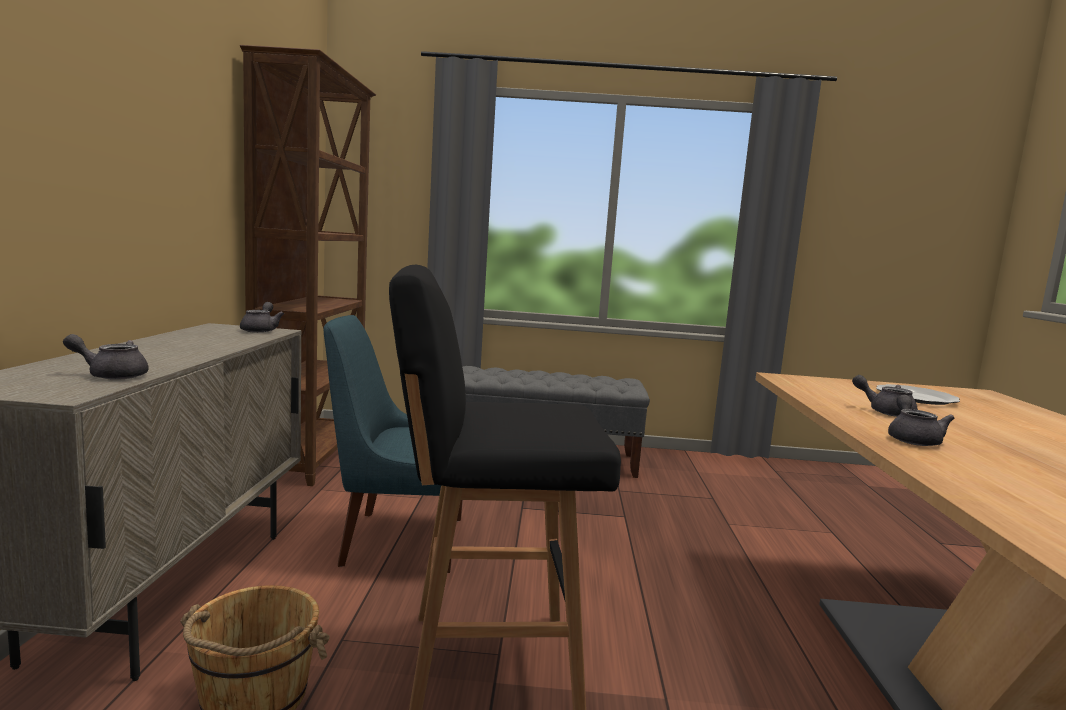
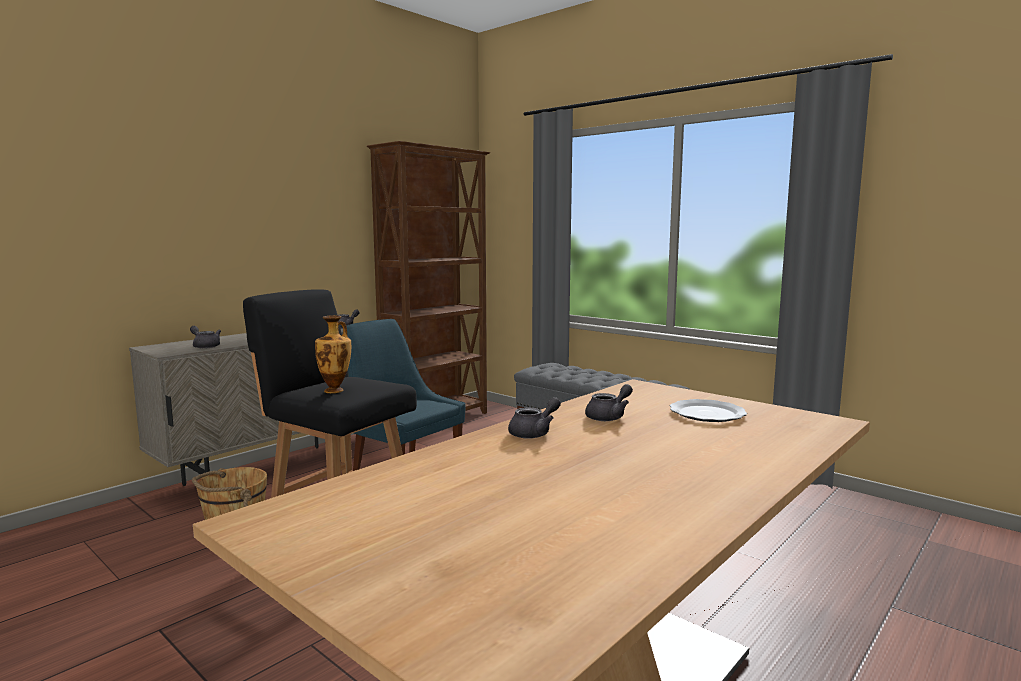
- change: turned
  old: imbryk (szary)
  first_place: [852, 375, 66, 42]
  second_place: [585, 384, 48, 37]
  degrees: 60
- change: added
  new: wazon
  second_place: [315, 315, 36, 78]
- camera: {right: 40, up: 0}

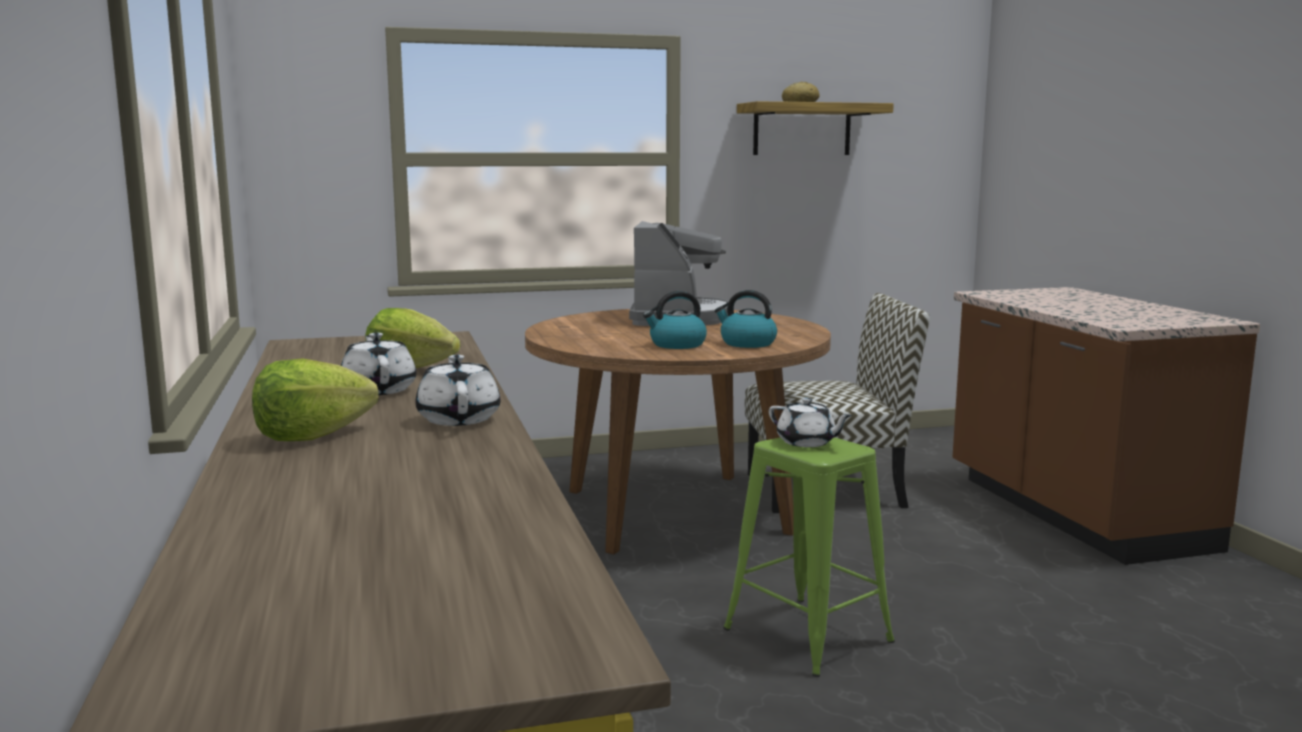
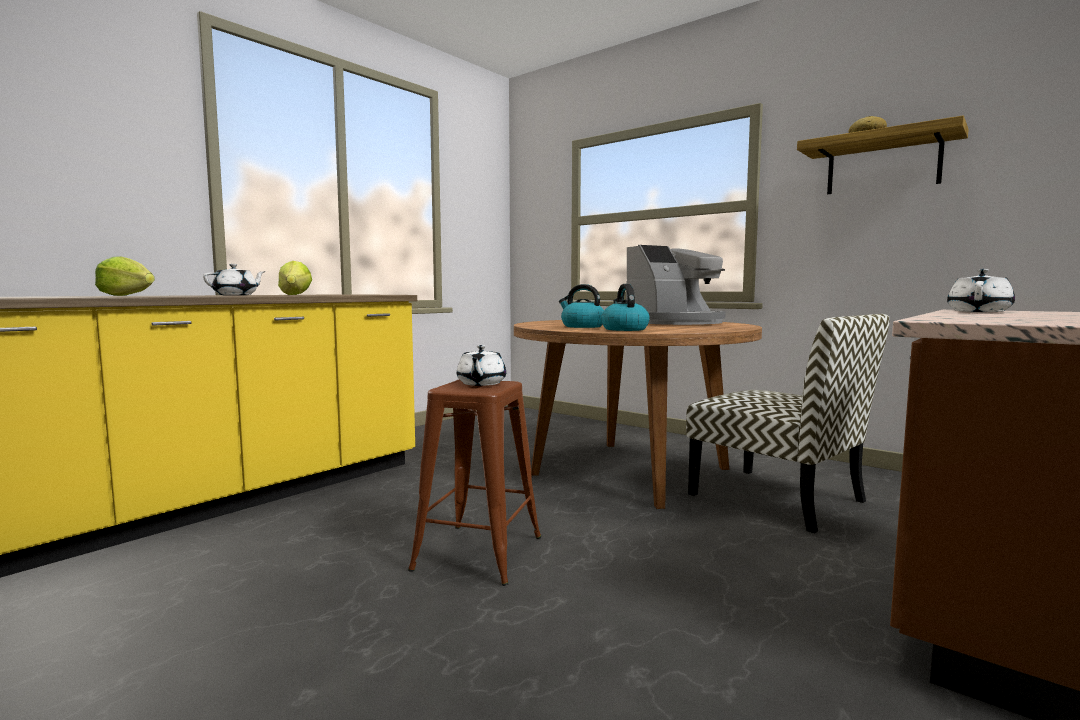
- change: moved
  old: imbryk (biały)
  first_place: [416, 355, 85, 71]
  second_place: [947, 269, 68, 43]
- change: recoloured
  old: stołek (zielony)
  new: stołek (brązowy)
  first_place: [723, 437, 172, 240]
  second_place: [408, 379, 133, 207]
- camera: {right: 55, up: -5}

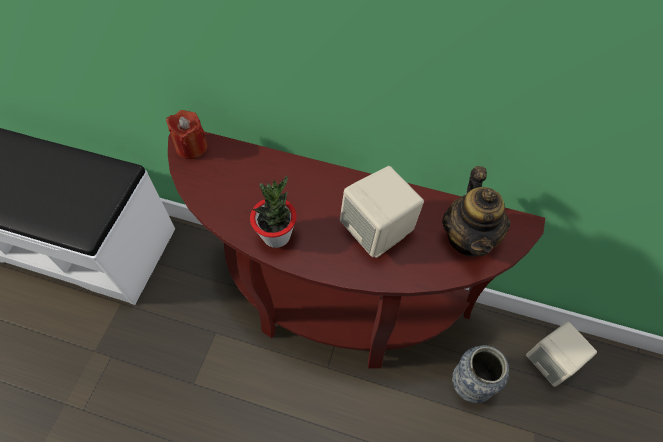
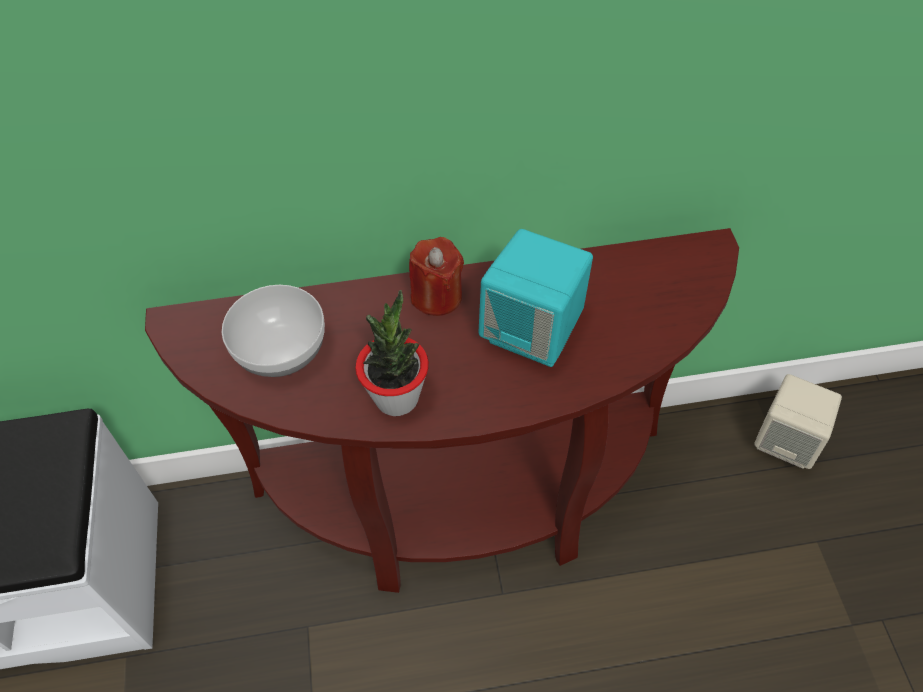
- change: moved
  old: świeca (czerwony)
  first_place: [166, 110, 41, 49]
  second_place: [409, 237, 55, 79]
- change: recoloured
  old: głośnik (beżowy)
  new: głośnik (turkusowy)
  first_place: [340, 166, 84, 92]
  second_place: [478, 229, 115, 138]
- change: removed
  old: imbryk
  first_place: [442, 166, 68, 91]
- change: removed
  old: wazon
  first_place: [452, 345, 57, 58]
- change: added
  new: miska
  second_place: [222, 285, 103, 92]
- camera: {right: -25, up: -5}

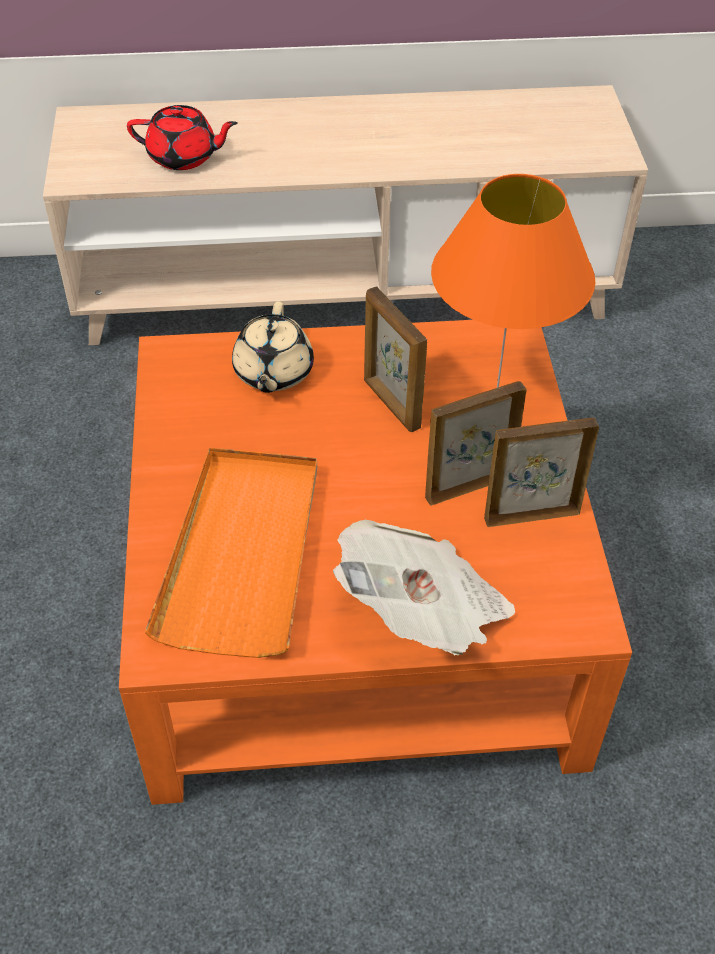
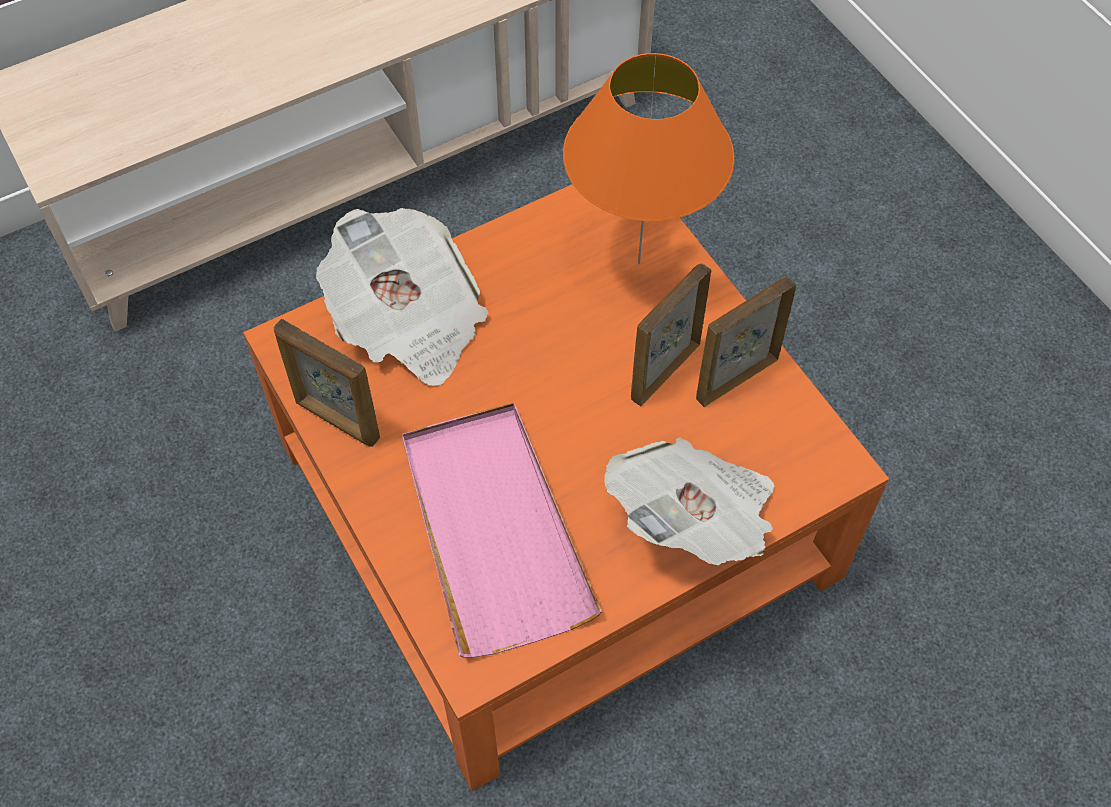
- change: removed
  old: imbryk (czerwony)
  first_place: [127, 105, 110, 65]
- change: moved
  old: ramka na zdjęcie
  first_place: [364, 286, 63, 146]
  second_place: [274, 319, 106, 128]
- change: replaced
  old: imbryk (beżowy)
  new: gazeta
  first_place: [232, 301, 82, 92]
  second_place: [316, 208, 172, 178]
- change: recoloured
  old: taca (pomarańczowy)
  new: taca (różowy)
  first_place: [145, 448, 172, 210]
  second_place: [402, 403, 200, 255]
- camera: {right: -25, up: 10}

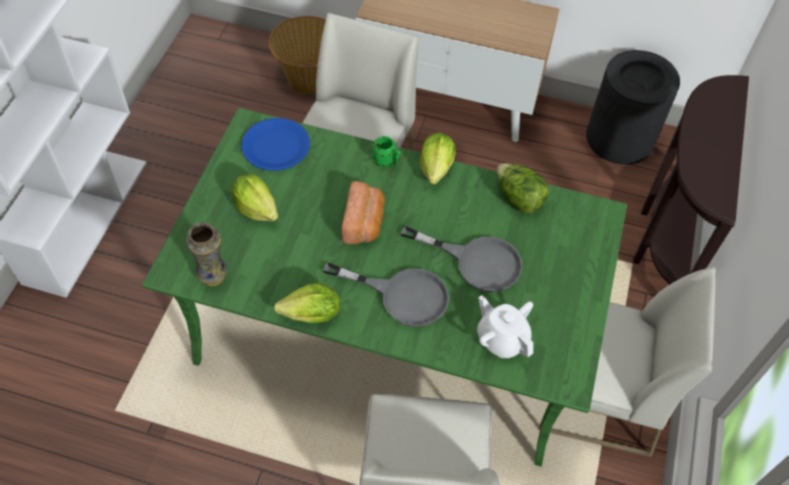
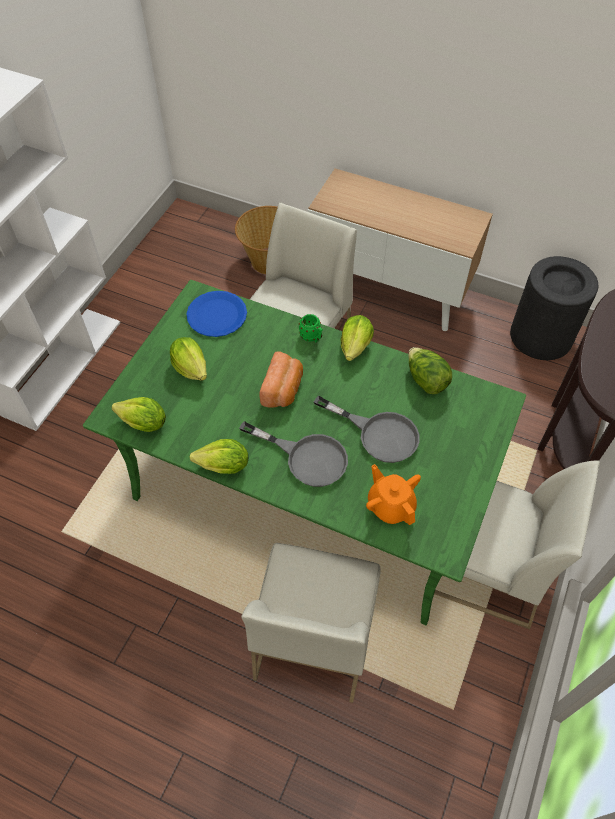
- change: replaced
  old: wazon
  new: sałata
  first_place: [186, 223, 41, 63]
  second_place: [112, 397, 54, 35]
- change: recoloured
  old: imbryk (biały)
  new: imbryk (pomarańczowy)
  first_place: [477, 295, 56, 63]
  second_place: [366, 464, 55, 61]
- camera: {right: 10, up: 0}

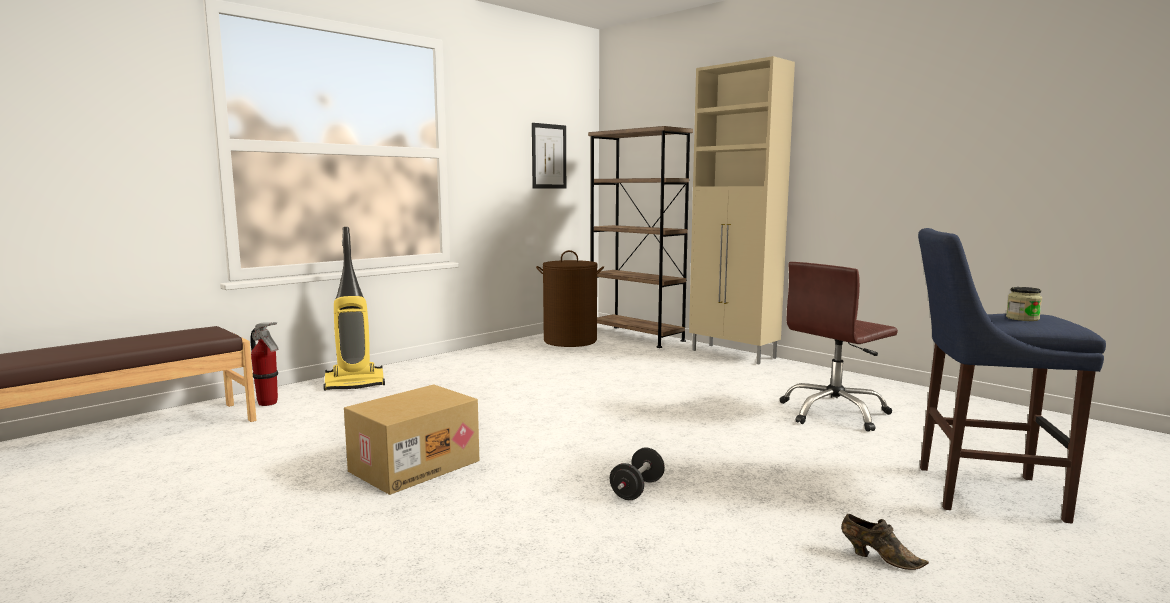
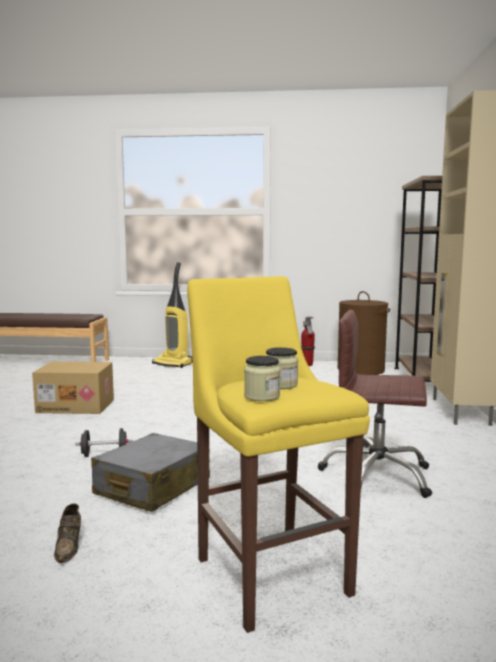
- change: removed
  old: obraz
  first_place: [532, 123, 34, 66]
- change: recoloured
  old: stołek (niebieski)
  new: stołek (żółty)
  first_place: [918, 228, 188, 296]
  second_place: [187, 276, 183, 357]
- change: moved
  old: gaśnica
  first_place: [251, 322, 27, 84]
  second_place: [301, 317, 14, 49]
- change: added
  new: słoik
  second_place: [244, 356, 36, 45]
- change: added
  new: walizka (szary)
  second_place: [91, 433, 119, 79]
- camera: {right: 50, up: 0}

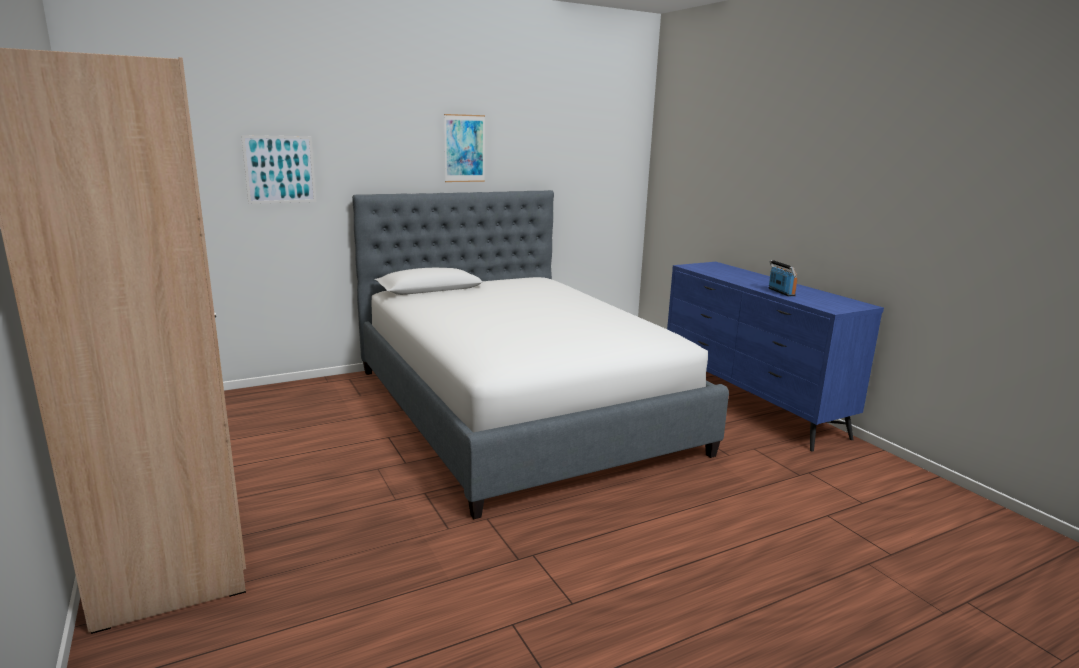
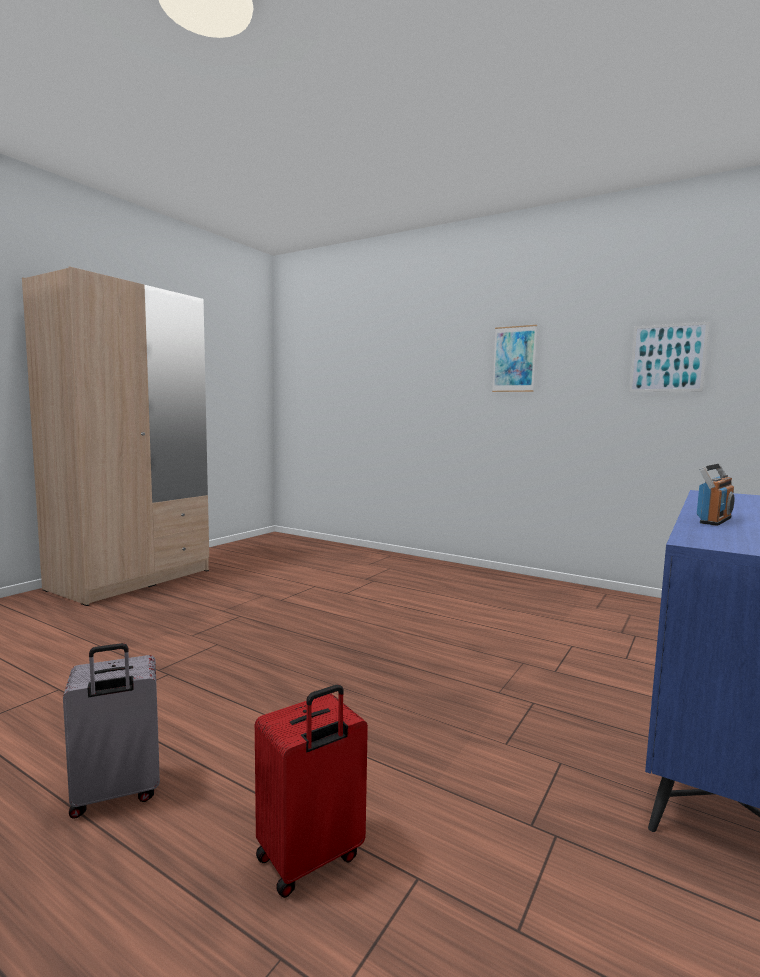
- change: moved
  old: obraz
  first_place: [241, 135, 75, 69]
  second_place: [629, 322, 80, 70]
- change: removed
  old: łóżko
  first_place: [352, 190, 377, 329]
- change: added
  new: walizka (szary)
  second_place: [63, 643, 97, 176]
- change: added
  new: walizka (czerwony)
  second_place: [255, 685, 113, 213]
- camera: {right: 60, up: -10}

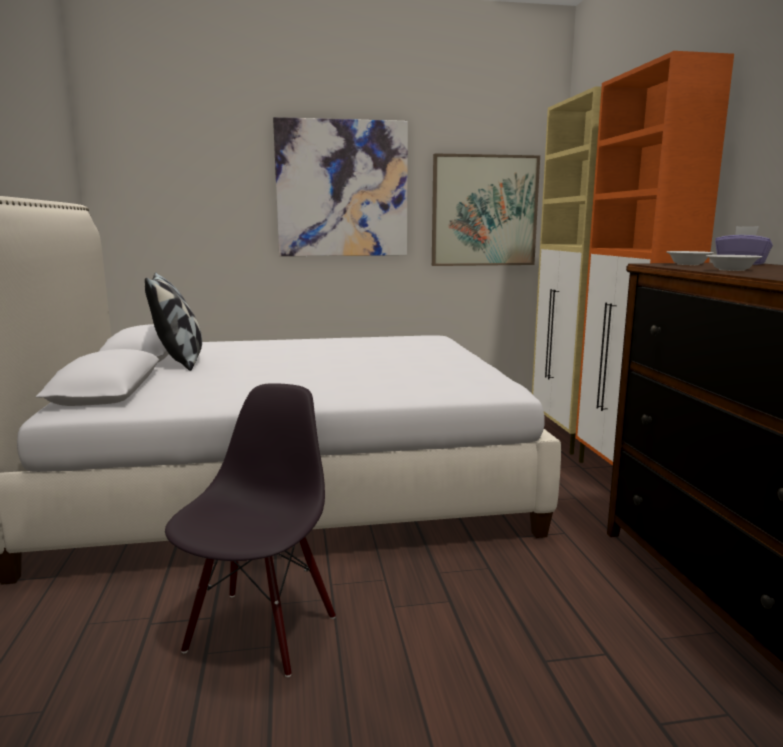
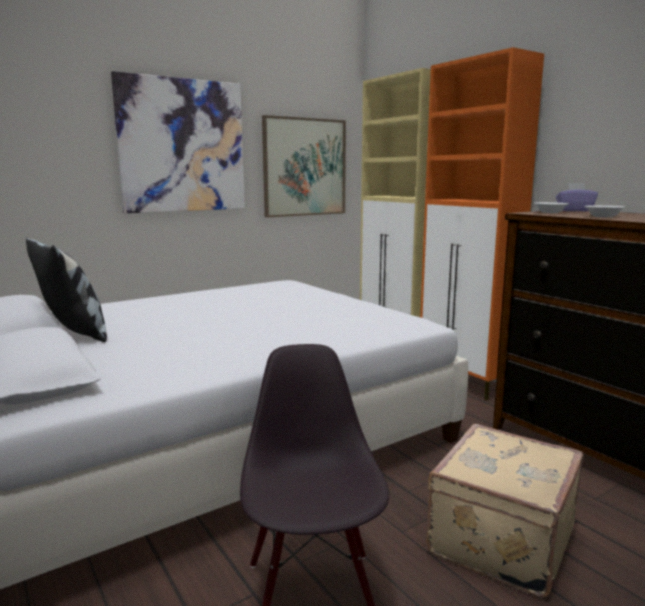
- change: added
  new: walizka (beżowy)
  second_place: [427, 424, 156, 174]
- camera: {right: -25, up: 0}

